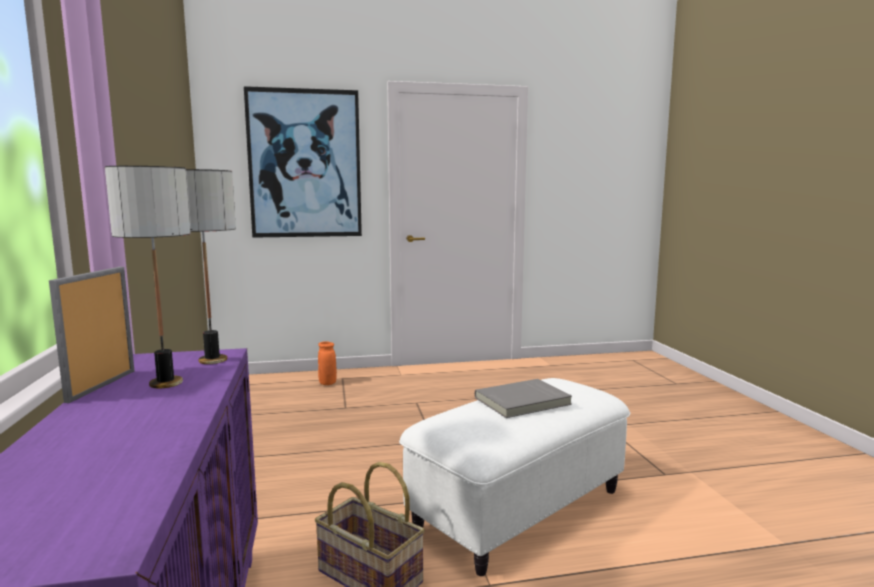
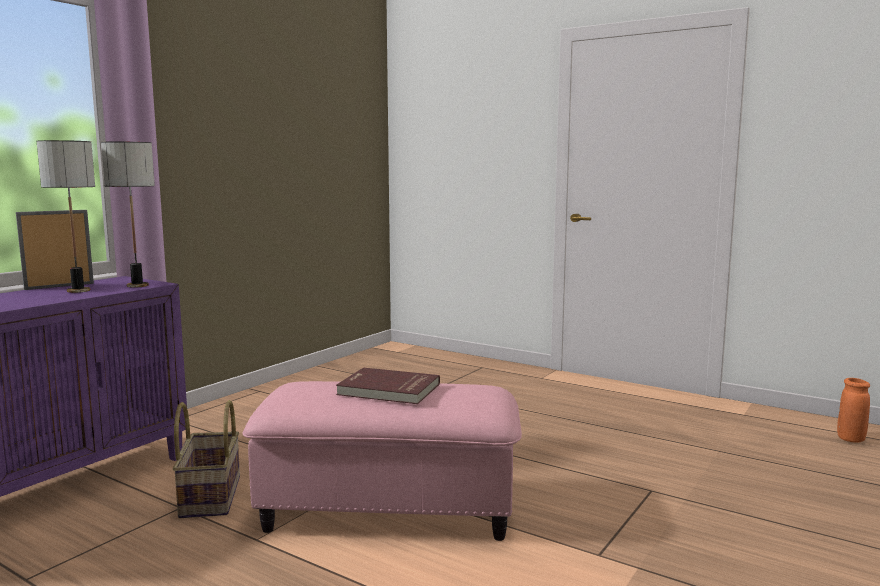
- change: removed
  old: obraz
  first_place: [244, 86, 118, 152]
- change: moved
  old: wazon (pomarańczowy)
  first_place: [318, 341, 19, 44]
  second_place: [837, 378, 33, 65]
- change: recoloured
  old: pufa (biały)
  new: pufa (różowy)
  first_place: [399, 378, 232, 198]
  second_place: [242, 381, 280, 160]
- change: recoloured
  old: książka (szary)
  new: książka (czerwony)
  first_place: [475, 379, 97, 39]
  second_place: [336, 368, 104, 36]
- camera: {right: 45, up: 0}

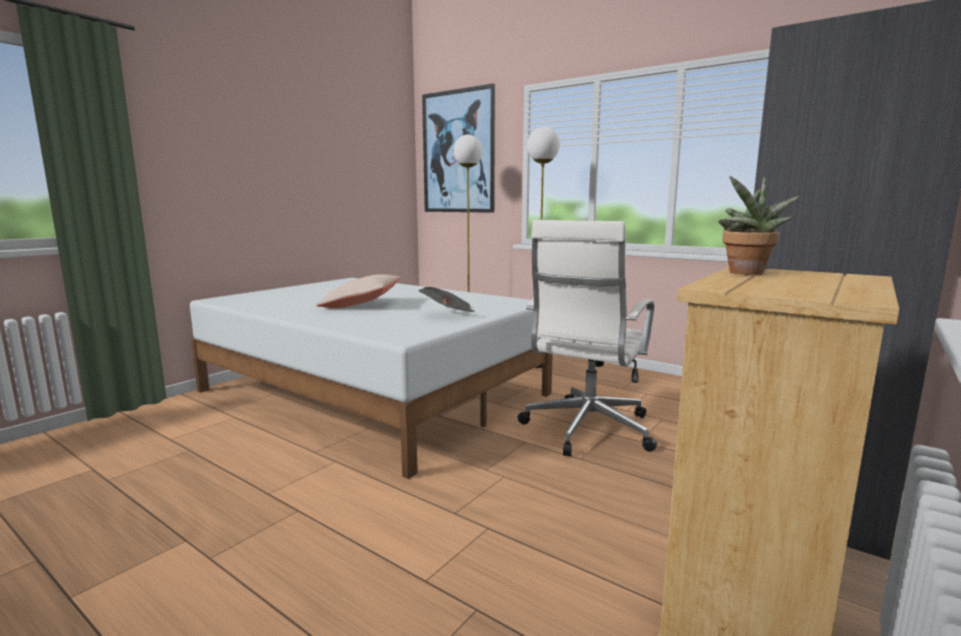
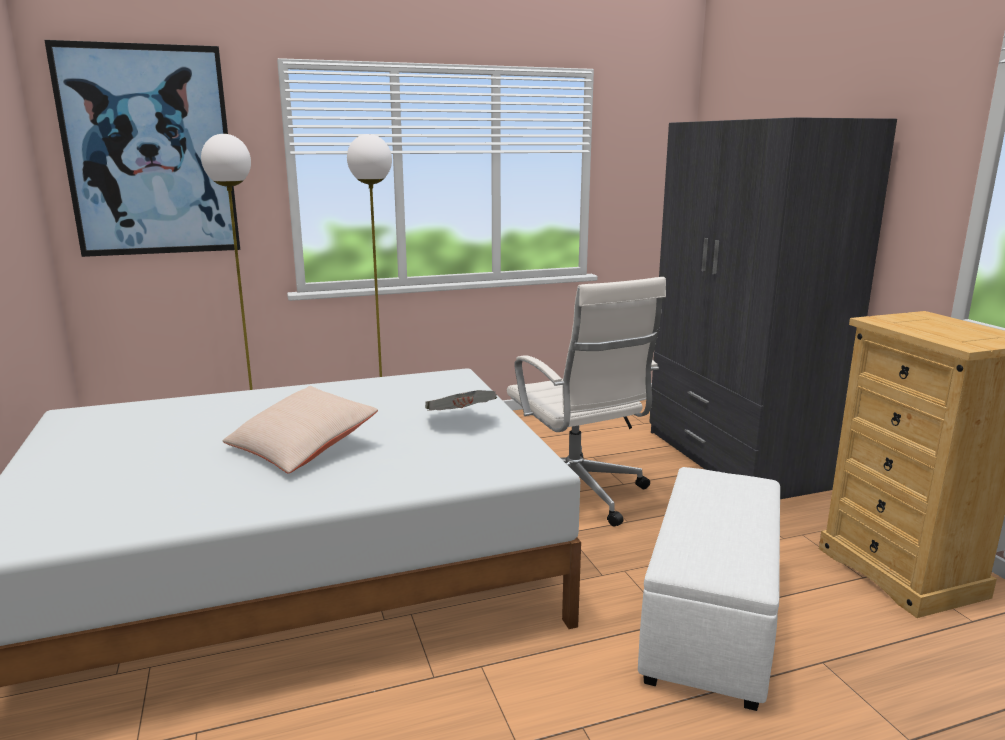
- change: removed
  old: roślina doniczkowa
  first_place: [718, 176, 82, 99]
- change: added
  new: pufa (biały)
  second_place: [638, 467, 142, 244]
- camera: {right: -55, up: 5}

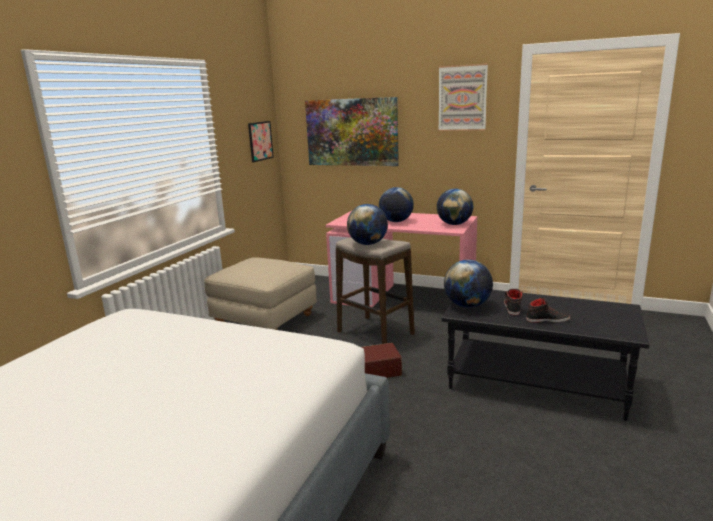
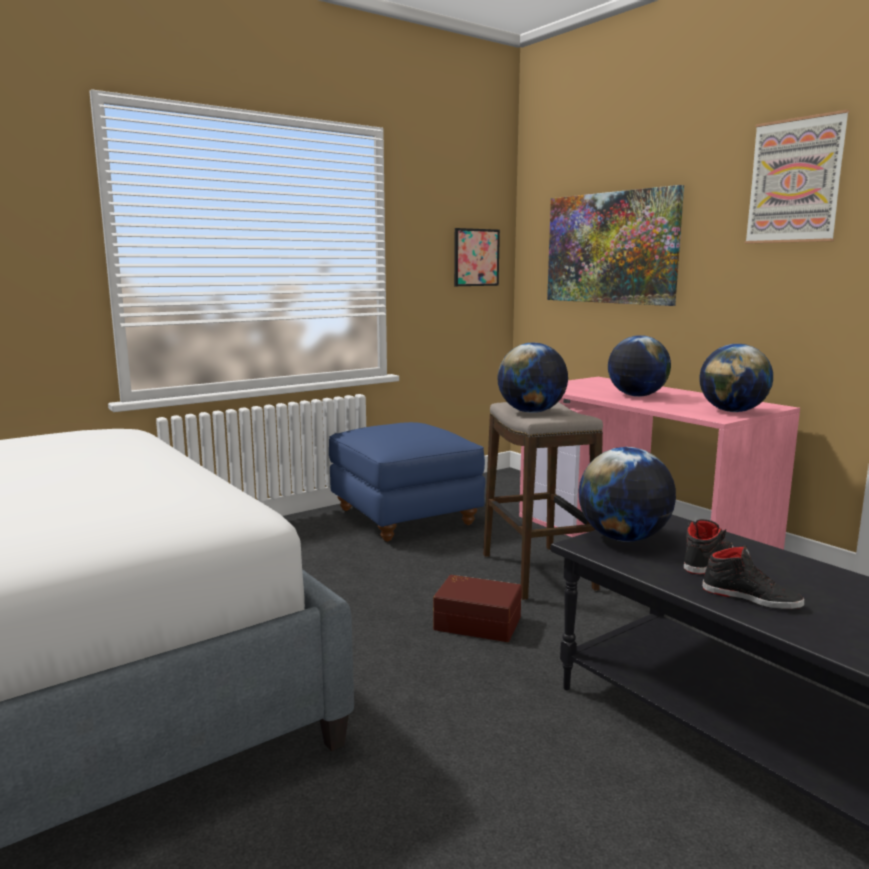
- change: recoloured
  old: pufa (beżowy)
  new: pufa (niebieski)
  first_place: [204, 258, 113, 72]
  second_place: [329, 422, 156, 120]
- camera: {right: 30, up: -5}

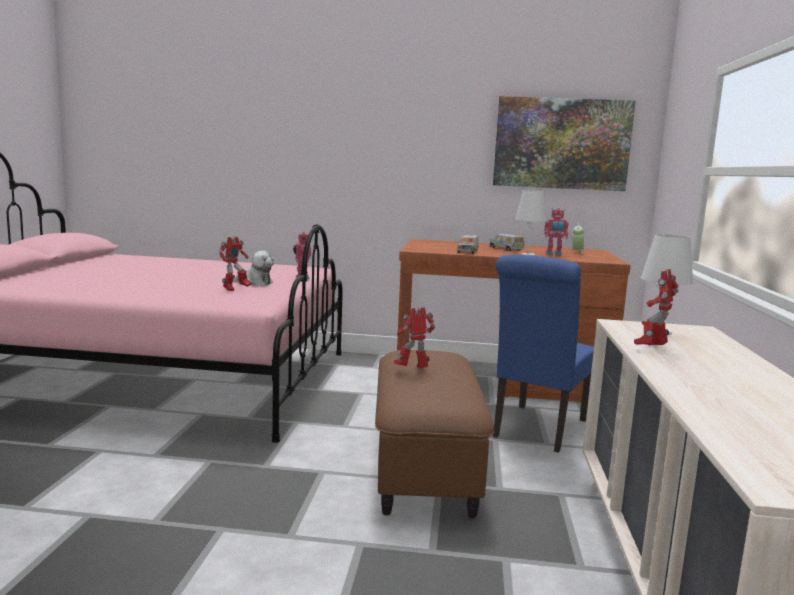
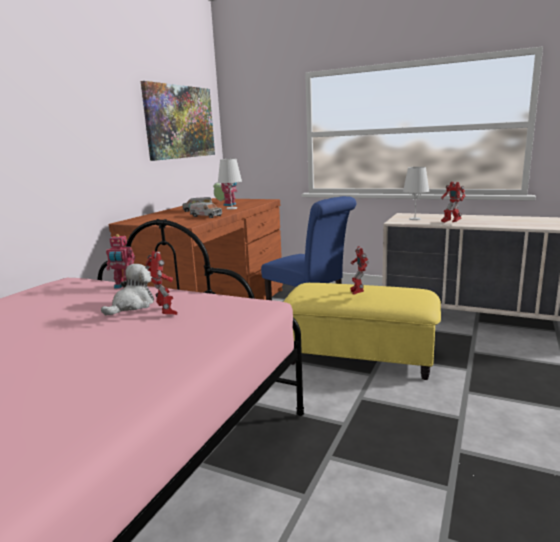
- change: recoloured
  old: pufa (brązowy)
  new: pufa (żółty)
  first_place: [375, 350, 119, 169]
  second_place: [283, 283, 158, 97]
- camera: {right: -70, up: 5}

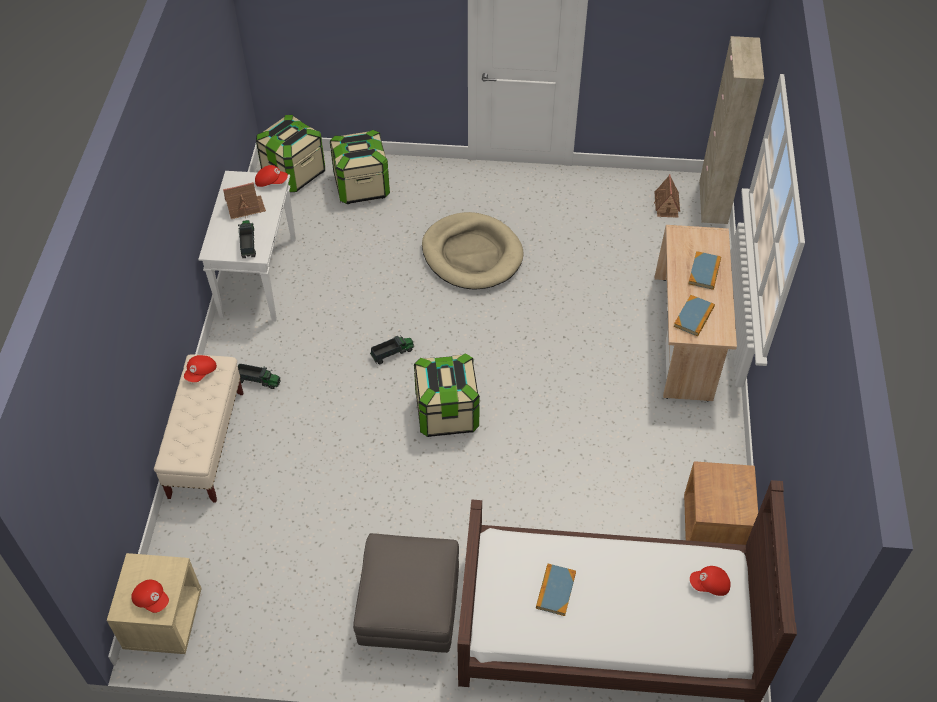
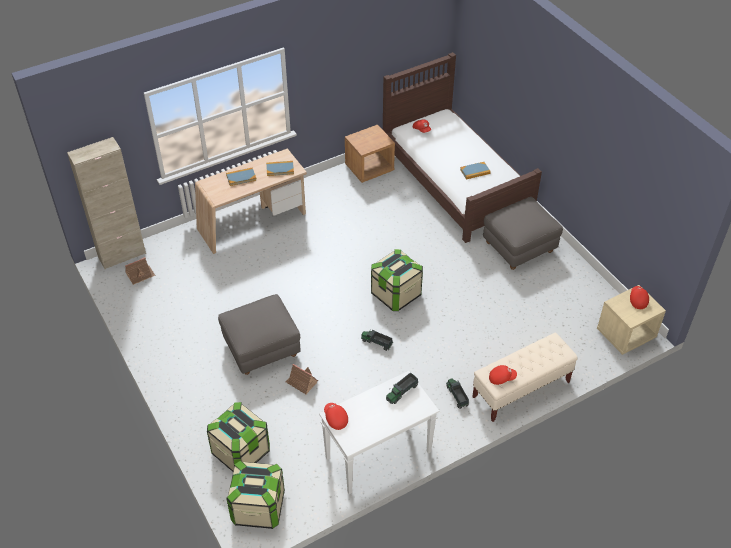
- change: moved
  old: domek
  first_place: [223, 182, 43, 37]
  second_place: [286, 364, 32, 30]
- change: replaced
  old: legowisko (beżowy)
  new: pufa (szary)
  first_place: [422, 212, 102, 78]
  second_place: [218, 294, 83, 81]
- camera: {right: -125, up: -5}

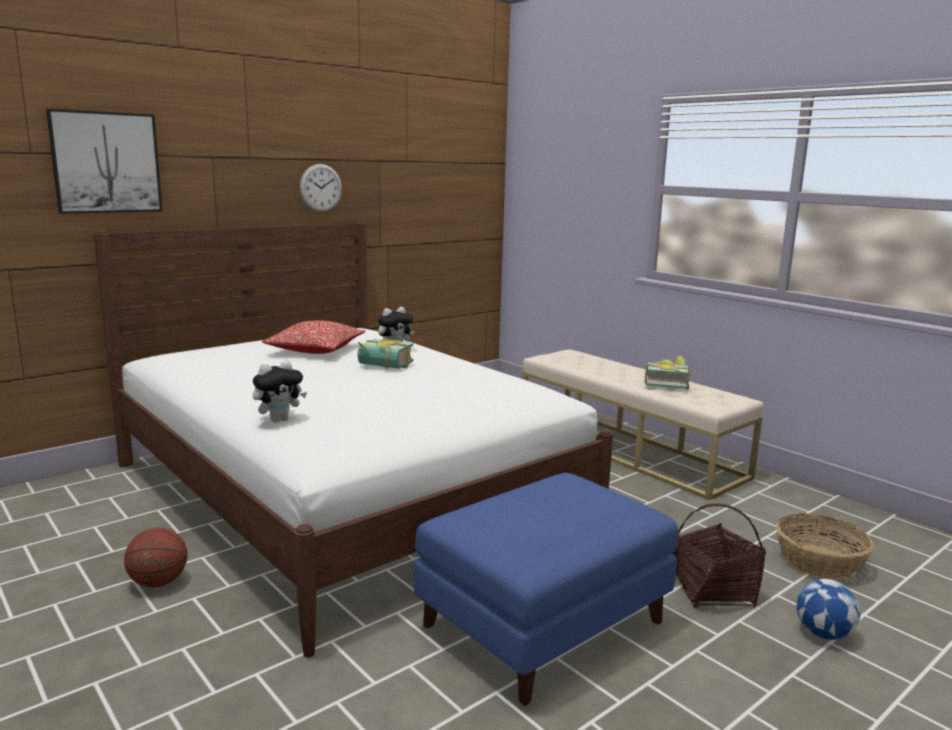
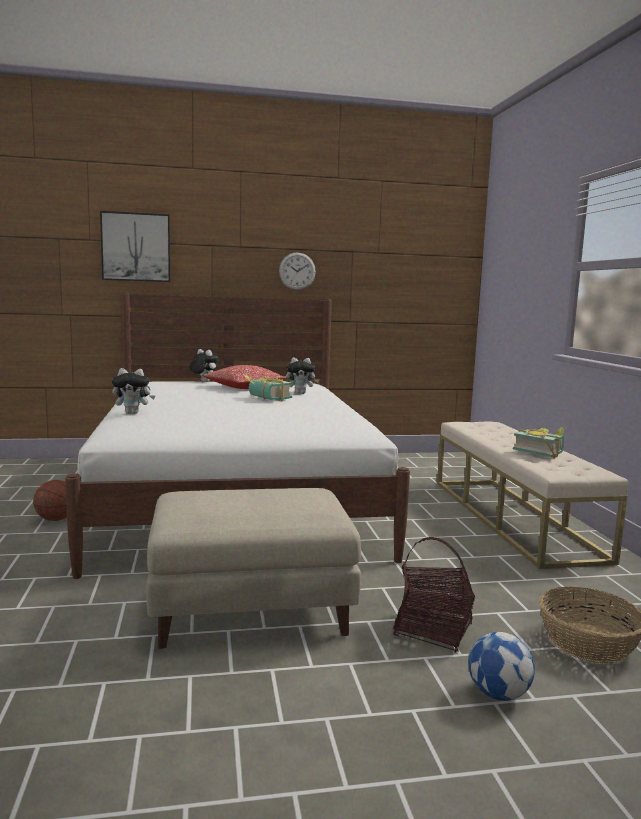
- change: recoloured
  old: pufa (niebieski)
  new: pufa (beżowy)
  first_place: [414, 473, 264, 233]
  second_place: [146, 488, 215, 161]
- change: added
  new: pluszak
  second_place: [189, 349, 30, 33]
- camera: {right: 30, up: -5}

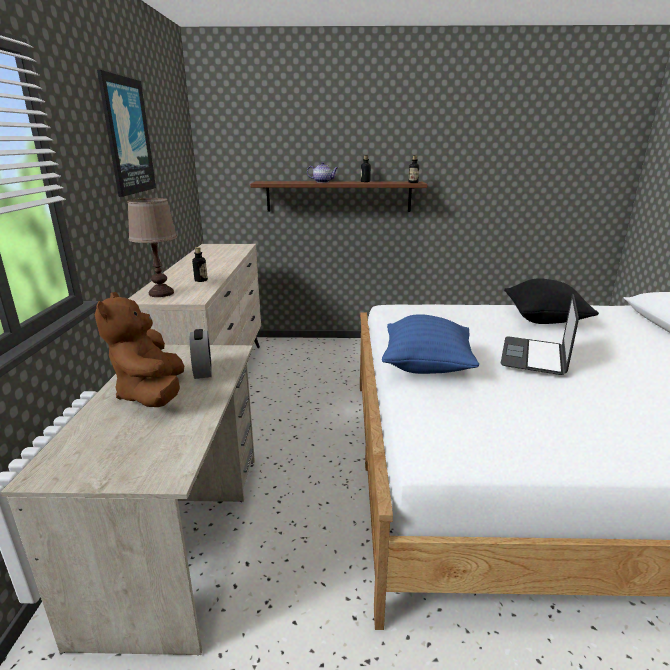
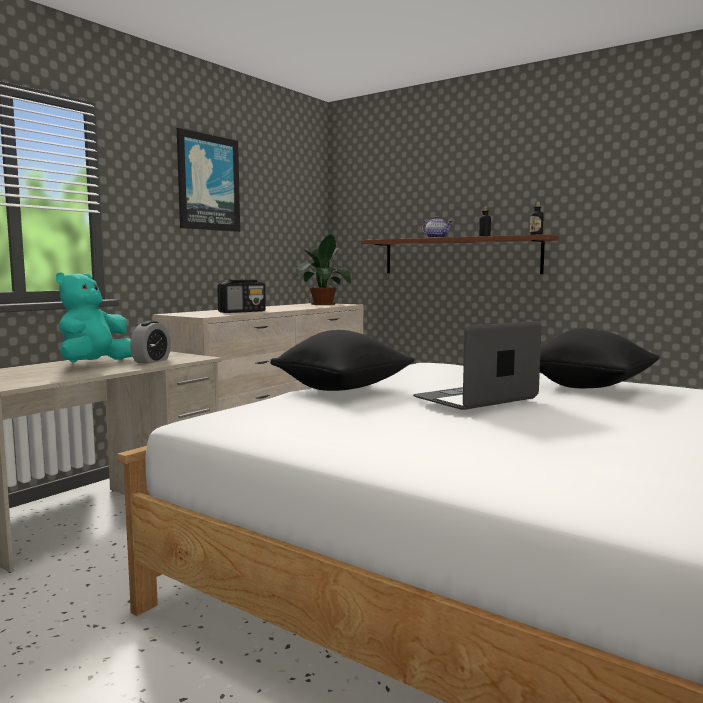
- change: removed
  old: lampa stołowa (brązowy)
  first_place: [128, 198, 49, 99]
- change: replaced
  old: butelka
  new: radio
  first_place: [192, 247, 16, 35]
  second_place: [217, 279, 49, 34]
- change: recoloured
  old: pluszak (brązowy)
  new: pluszak (turkusowy)
  first_place: [95, 292, 89, 115]
  second_place: [56, 272, 76, 91]
- change: recoloured
  old: poduszka (niebieski)
  new: poduszka (czarny)
  first_place: [382, 314, 97, 60]
  second_place: [270, 330, 145, 61]
- change: added
  new: roślina doniczkowa
  second_place: [296, 235, 55, 70]
- camera: {right: 35, up: -15}

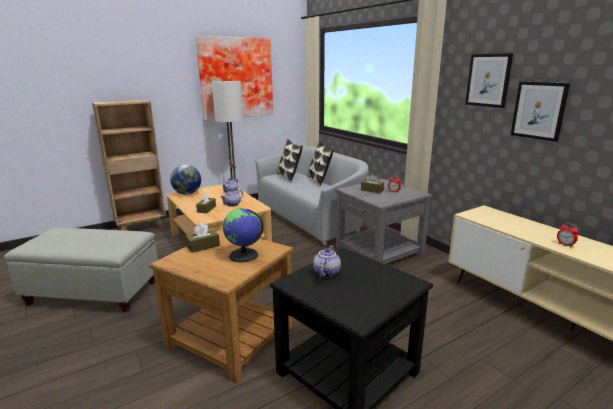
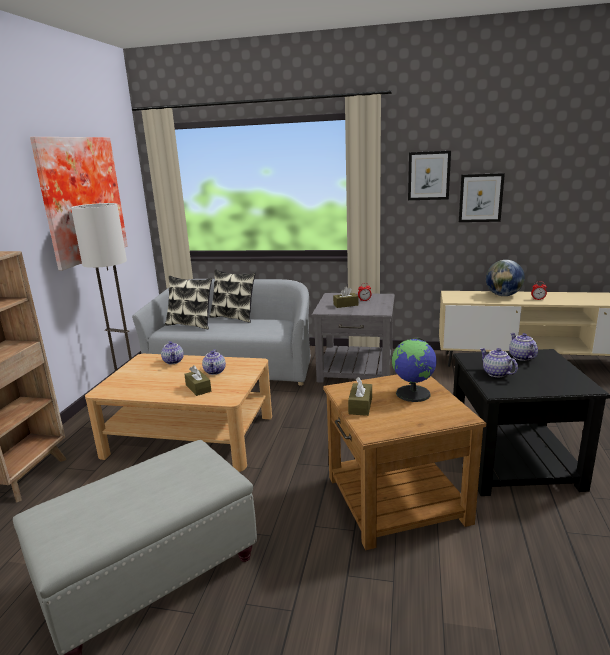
- change: moved
  old: globus
  first_place: [170, 165, 31, 30]
  second_place: [486, 260, 39, 36]
- change: added
  new: imbryk
  second_place: [509, 333, 29, 28]
- camera: {right: -45, up: 0}

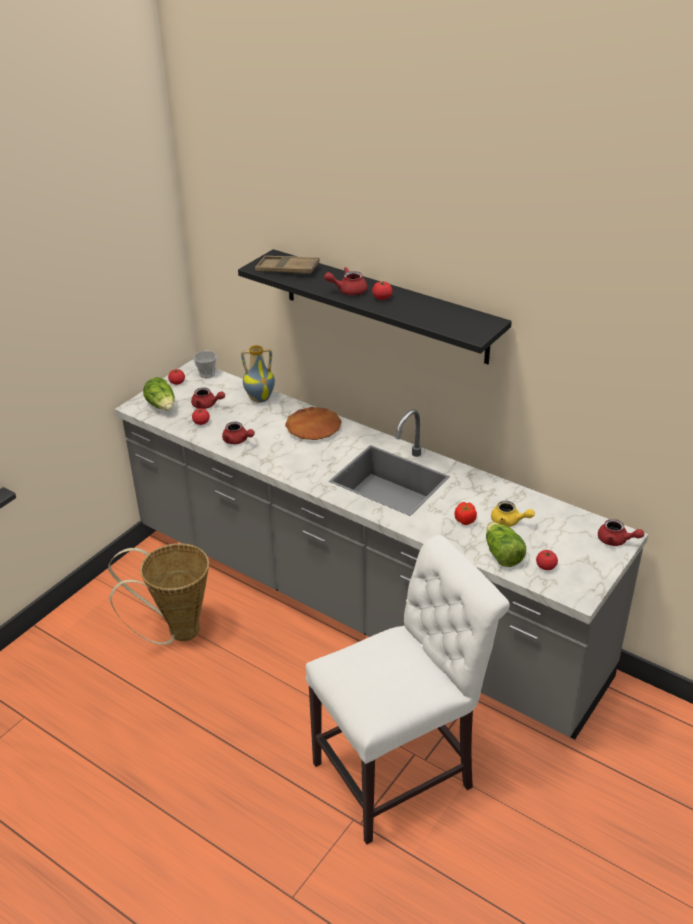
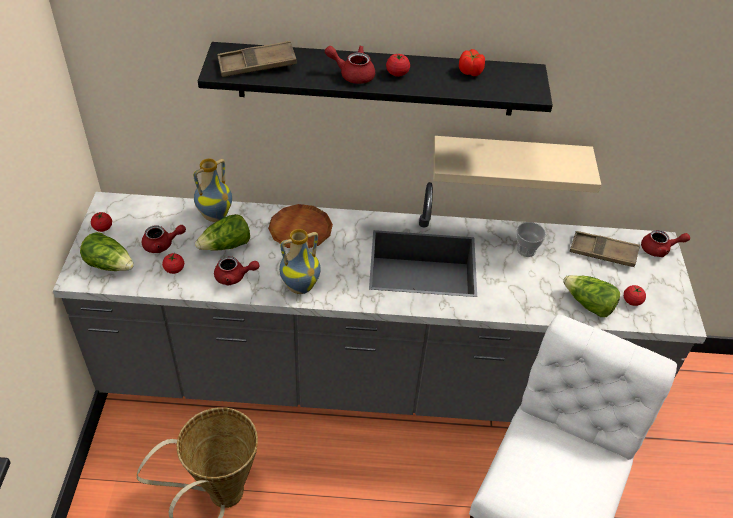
- change: turned
  old: imbryk (czerwony)
  first_place: [324, 267, 43, 28]
  second_place: [325, 45, 50, 39]
  degrees: 60
- change: moved
  old: filiżanka
  first_place: [193, 351, 24, 27]
  second_place: [516, 222, 30, 35]
- change: removed
  old: imbryk (żółty)
  first_place: [491, 501, 44, 26]
- change: moved
  old: pomidor
  first_place: [454, 502, 23, 23]
  second_place: [459, 49, 26, 27]
- change: added
  new: półka (beżowy)
  second_place: [433, 136, 168, 57]
- change: added
  new: sałata
  second_place: [195, 214, 55, 37]
- change: added
  new: wazon
  second_place: [279, 229, 42, 65]
- change: added
  new: taca (brązowy)
  second_place: [570, 231, 70, 36]
- camera: {right: -35, up: 10}

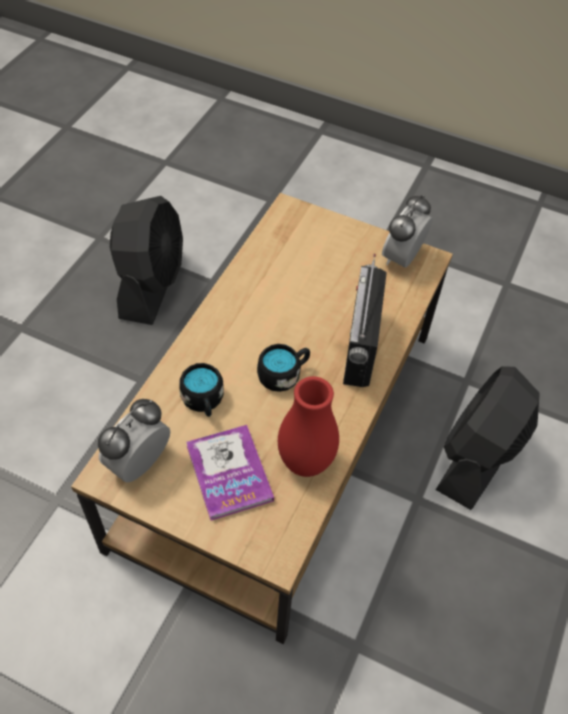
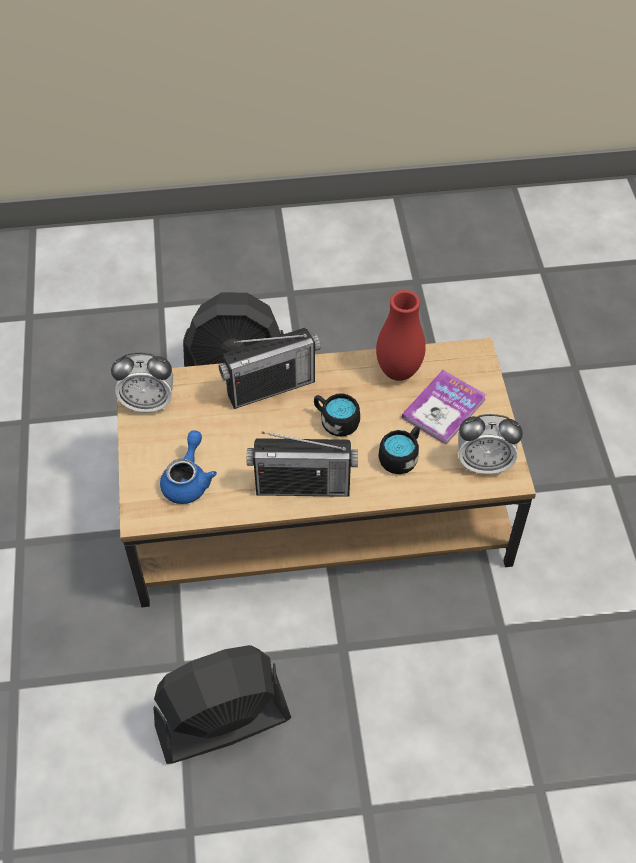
- change: added
  new: imbryk (niebieski)
  second_place: [160, 430, 57, 74]
- change: added
  new: radio
  second_place: [247, 432, 111, 65]
- camera: {right: -120, up: 0}

